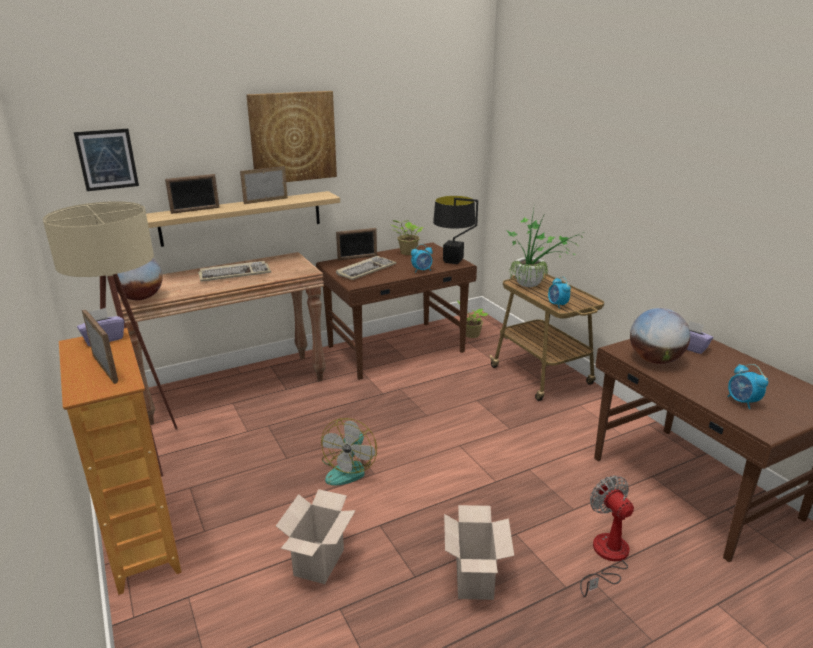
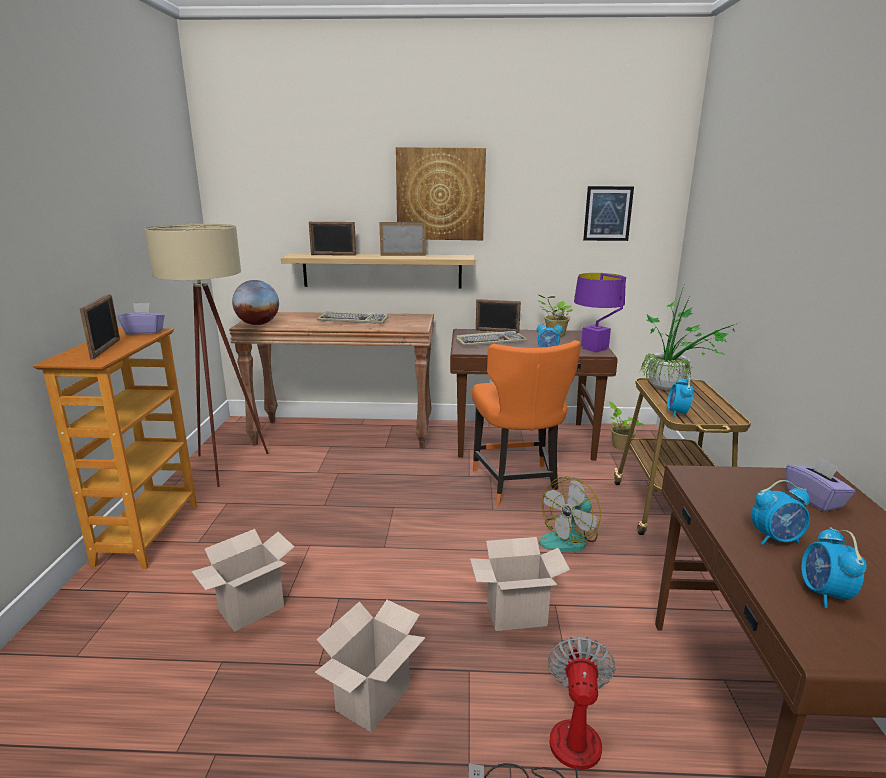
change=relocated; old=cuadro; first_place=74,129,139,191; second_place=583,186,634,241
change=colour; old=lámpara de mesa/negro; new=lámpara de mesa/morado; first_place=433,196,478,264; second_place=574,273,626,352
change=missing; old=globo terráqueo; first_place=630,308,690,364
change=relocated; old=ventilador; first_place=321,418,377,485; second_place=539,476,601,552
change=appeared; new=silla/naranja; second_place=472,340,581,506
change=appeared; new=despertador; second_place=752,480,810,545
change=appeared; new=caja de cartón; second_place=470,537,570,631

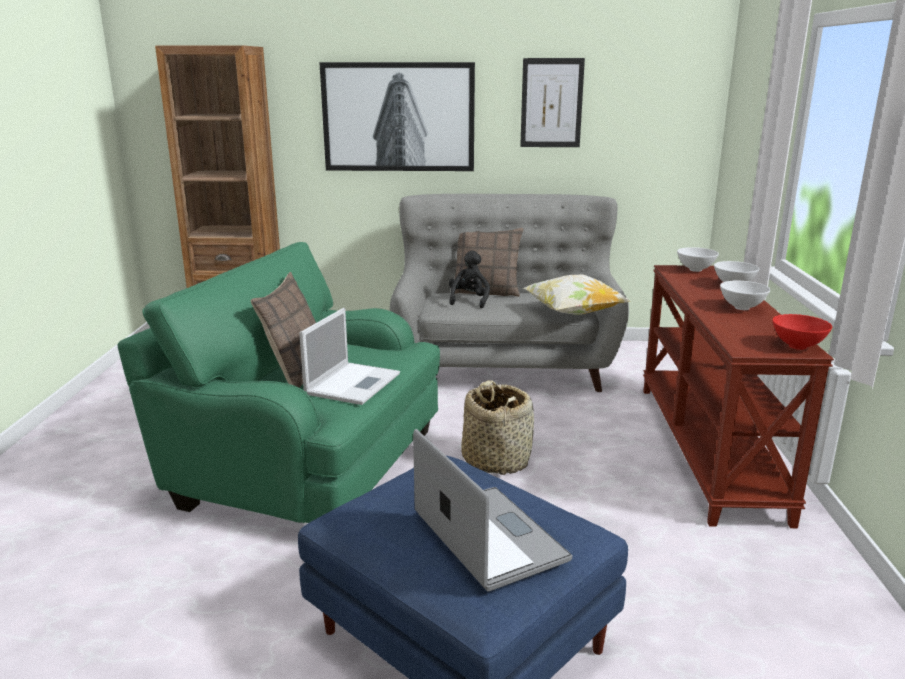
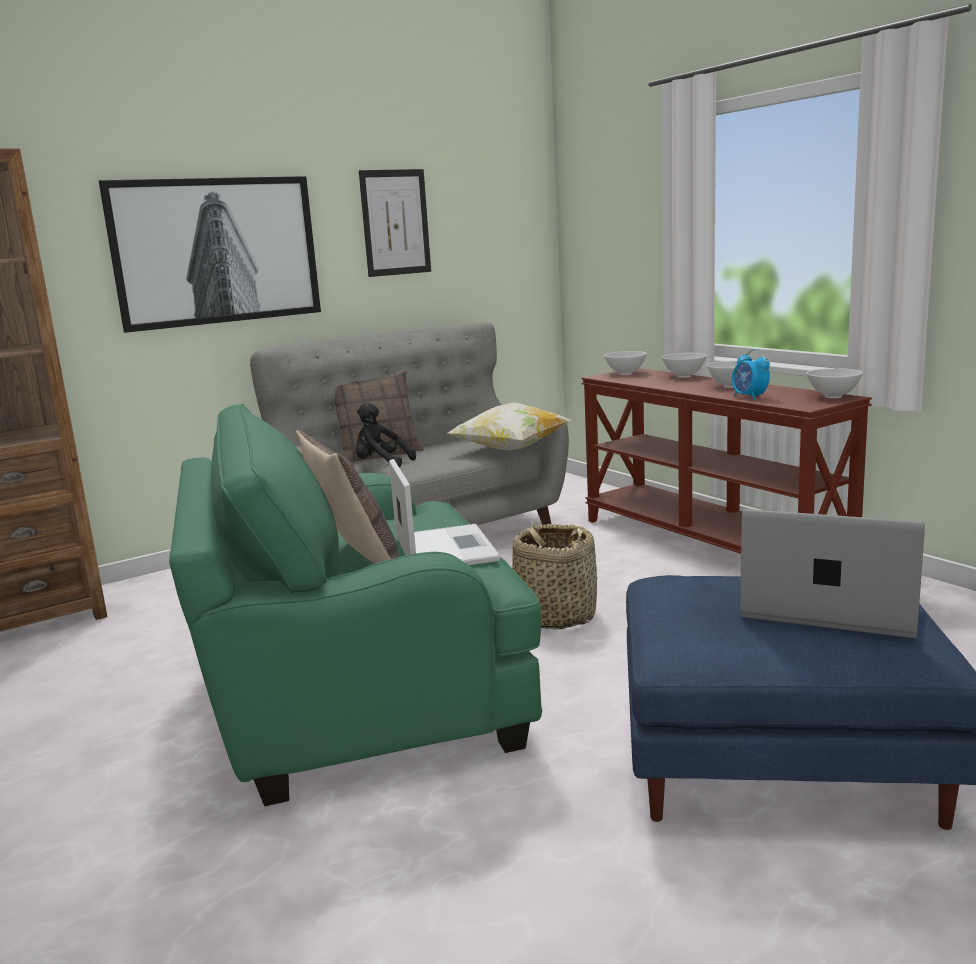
change=spun; old=peluche/negro; first_place=449,250,490,308; second_place=356,403,416,468; degrees=-45
change=colour; old=cuenco/rojo; new=cuenco/blanco; first_place=772,314,832,350; second_place=807,368,863,398
change=appeared; new=despertador; second_place=732,349,770,400

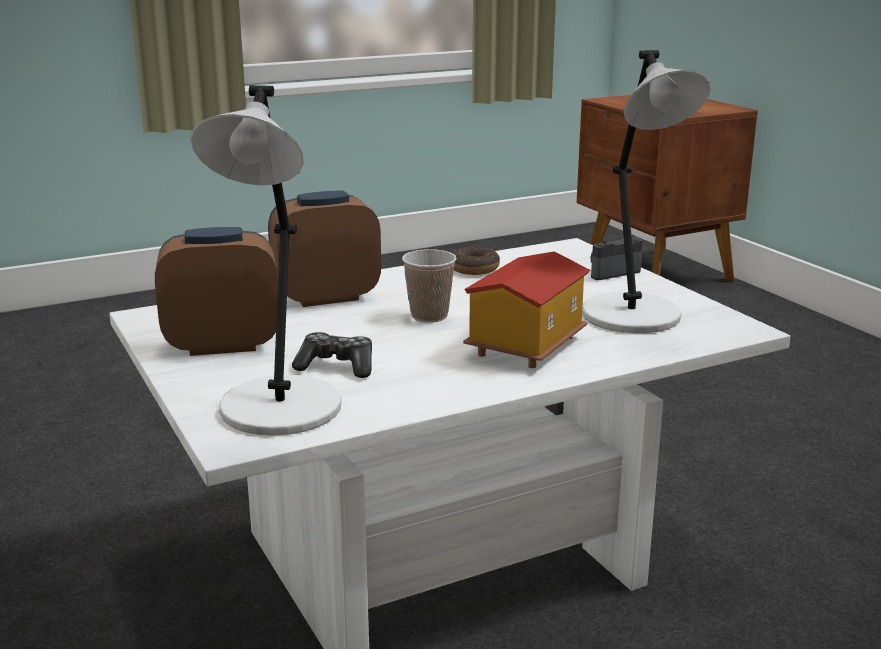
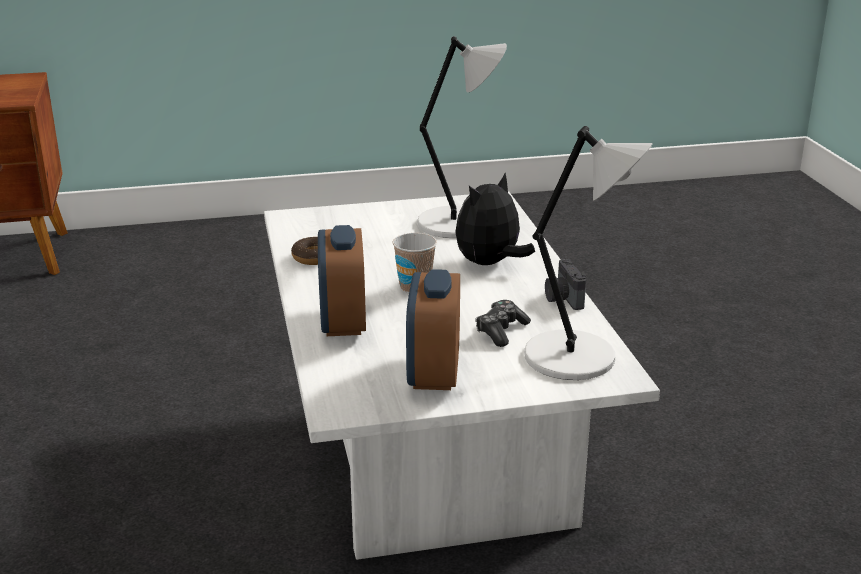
change=relocated; old=cámara; first_place=590,237,643,280; second_place=545,259,586,310
change=exchanged; old=casita; new=peluche; first_place=463,251,591,368; second_place=455,173,535,265

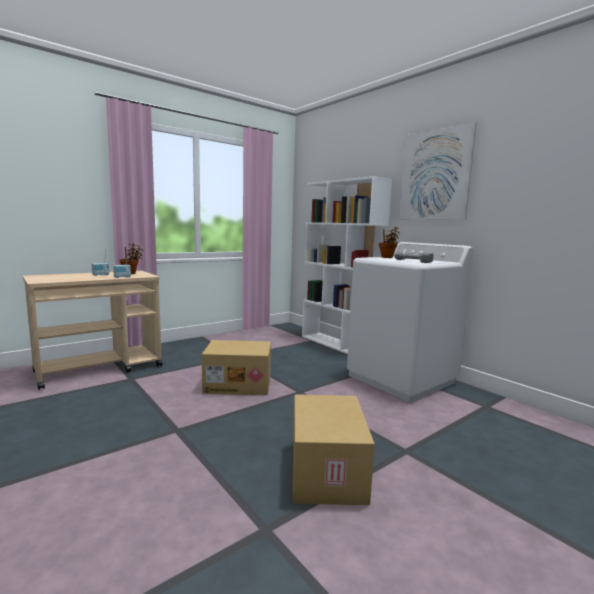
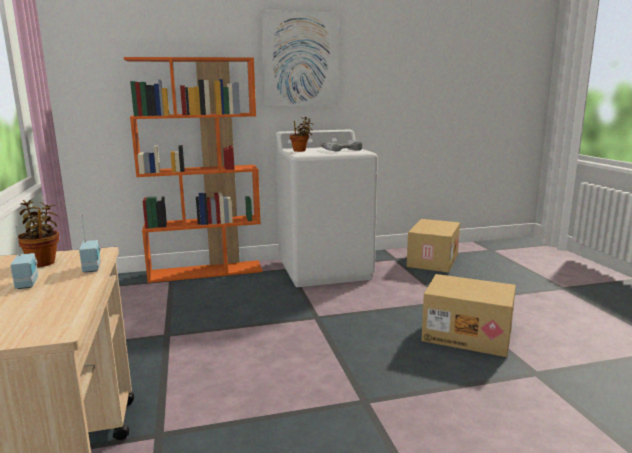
change=colour; old=estantería/blanco; new=estantería/naranja; first_place=302,176,392,354; second_place=124,57,263,283
change=relocated; old=caja de cartón; first_place=202,340,271,395; second_place=407,219,460,272

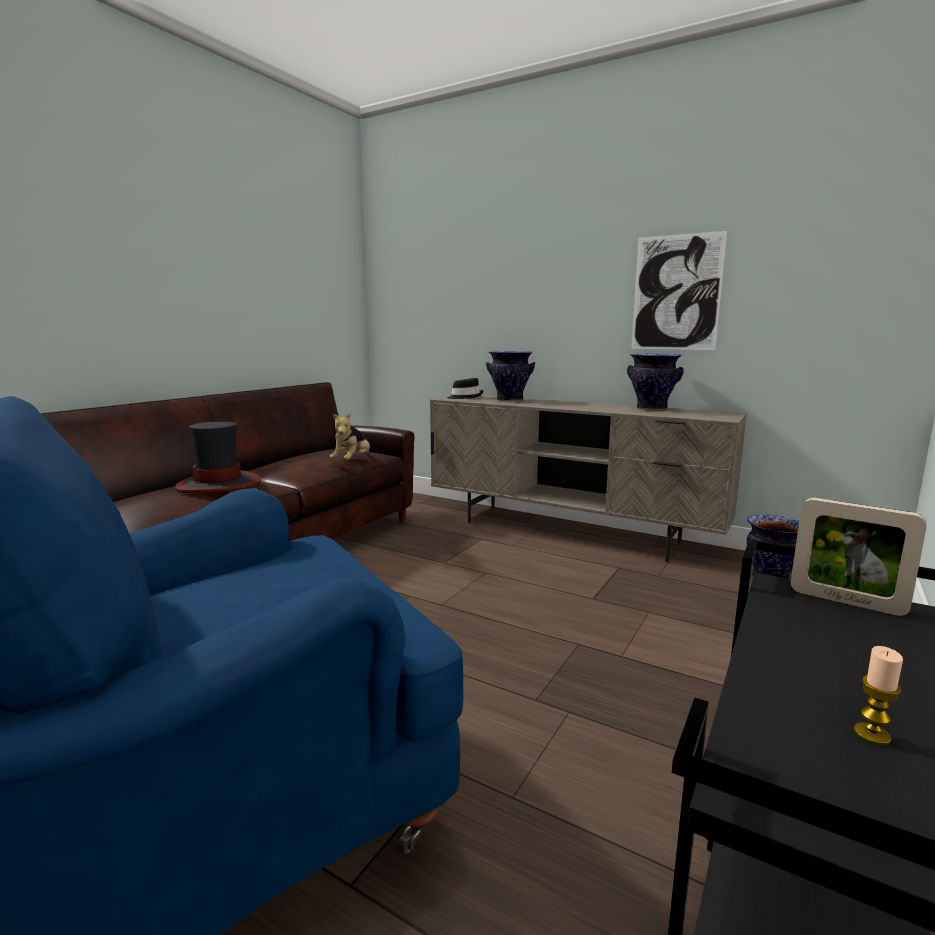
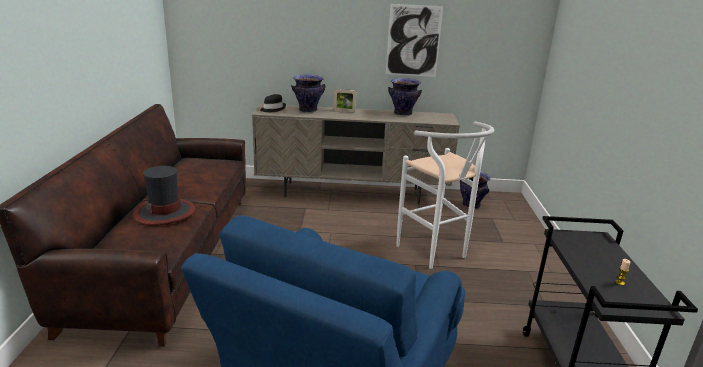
change=missing; old=peluche; first_place=330,412,370,460
change=relocated; old=portarretratos; first_place=791,498,927,616; second_place=334,89,356,112
change=appeared; new=taburete/blanco; second_place=396,122,494,269

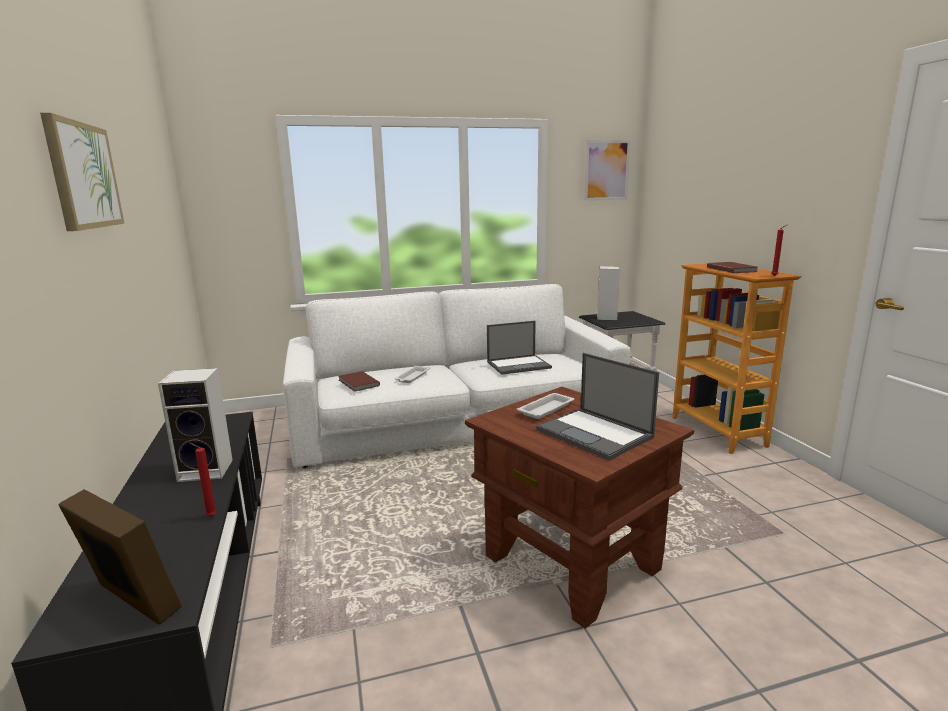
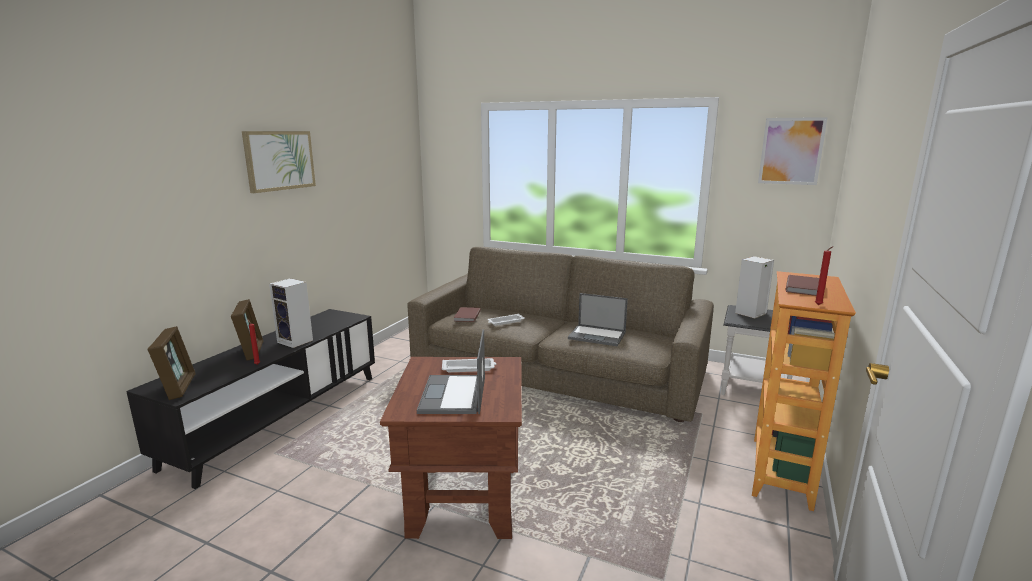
change=colour; old=sofá/blanco; new=sofá/marrón; first_place=283,284,631,469; second_place=407,247,714,422
change=appeared; new=portarretratos; second_place=231,299,263,361

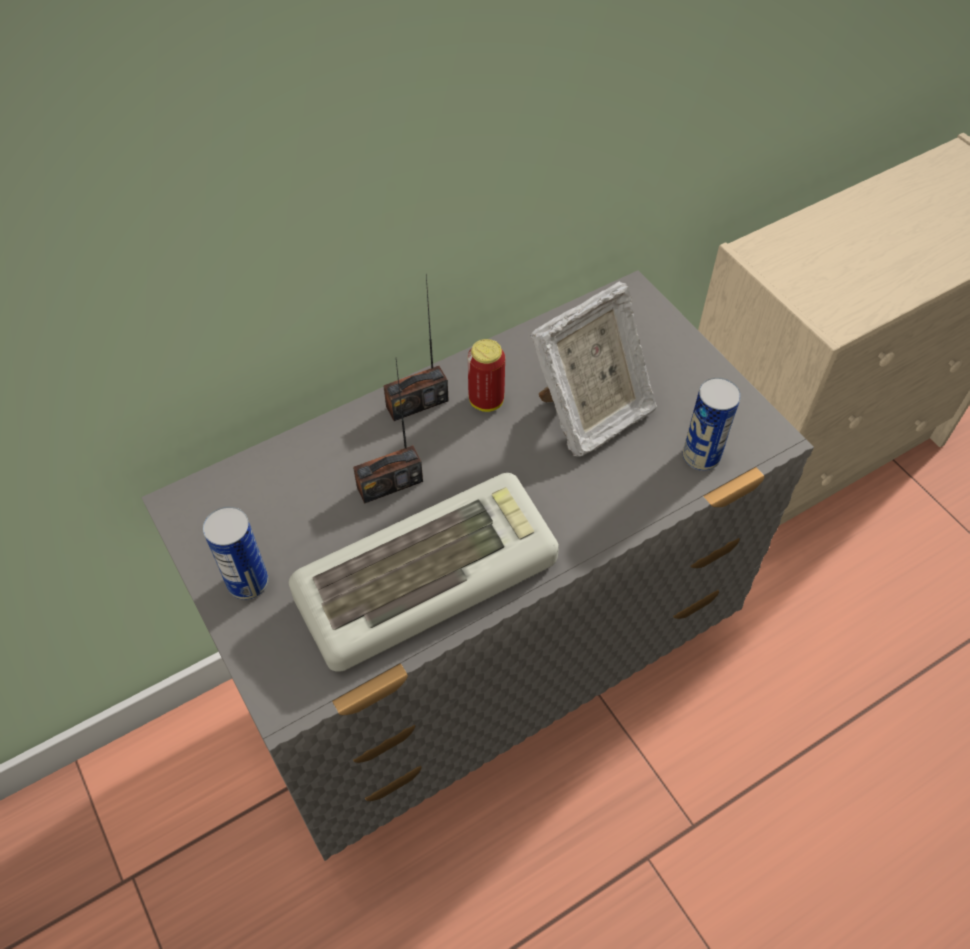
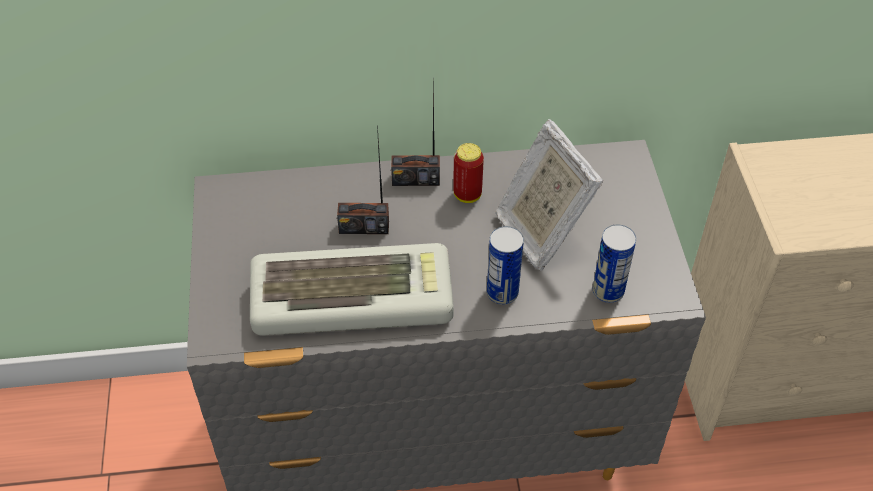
change=spun; old=portarretratos; first_place=530,281,657,456; second_place=495,119,603,271; degrees=75
change=relocated; old=lata; first_place=203,507,268,600; second_place=487,226,524,305

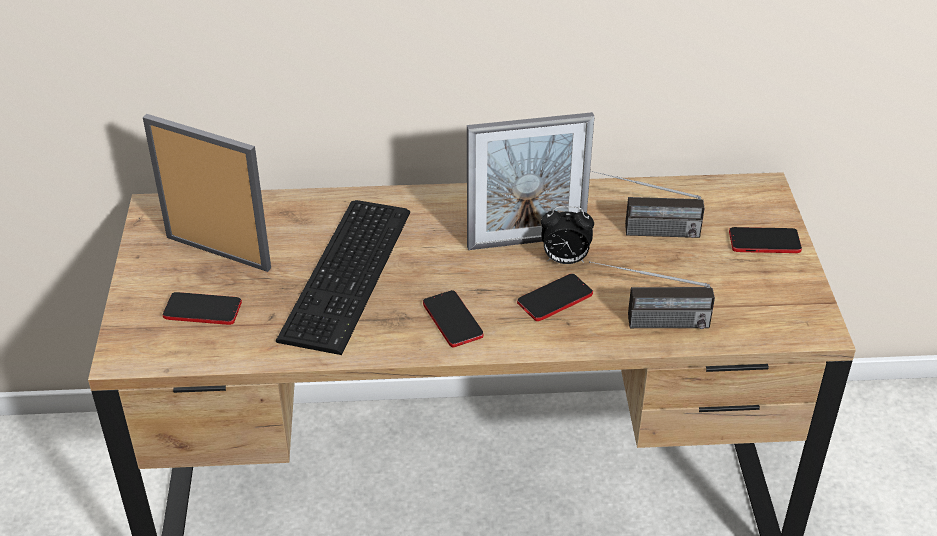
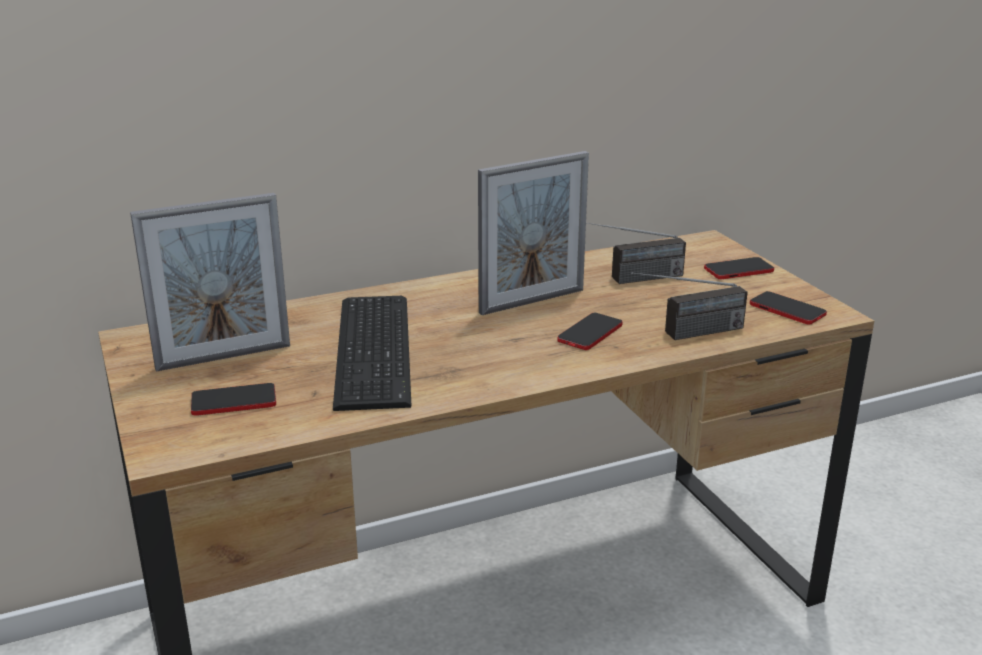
change=spun; old=portarretratos; first_place=143,114,271,272; second_place=130,193,290,372; degrees=150
change=missing; old=despertador; first_place=541,206,594,264
change=relocated; old=móvil; first_place=423,290,483,347; second_place=750,291,827,325

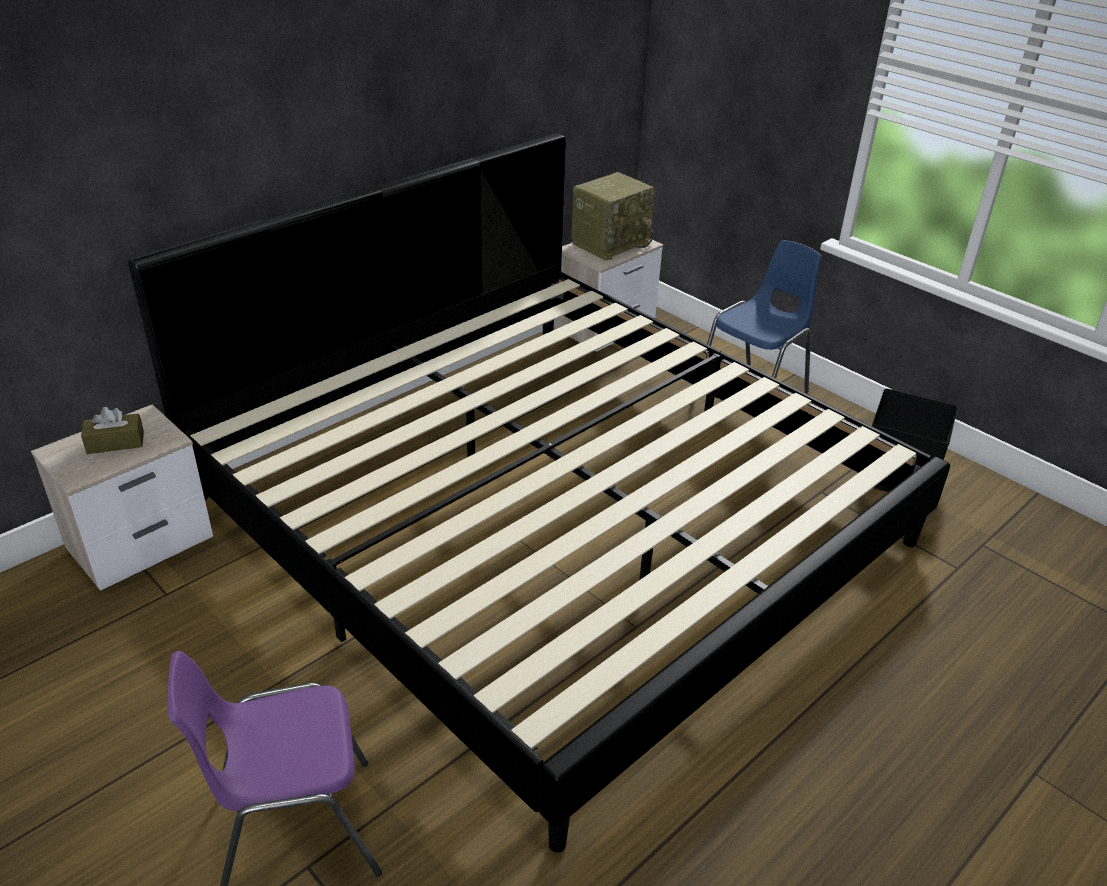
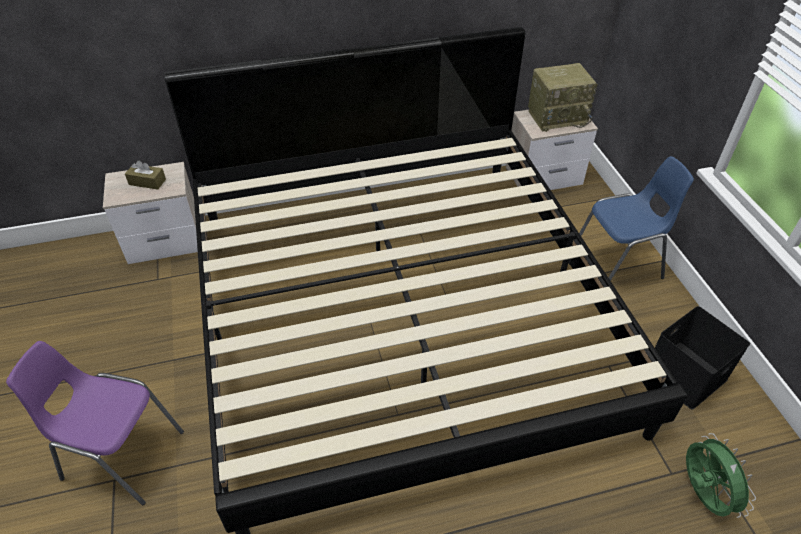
change=appeared; new=ventilador/verde; second_place=686,433,756,518

